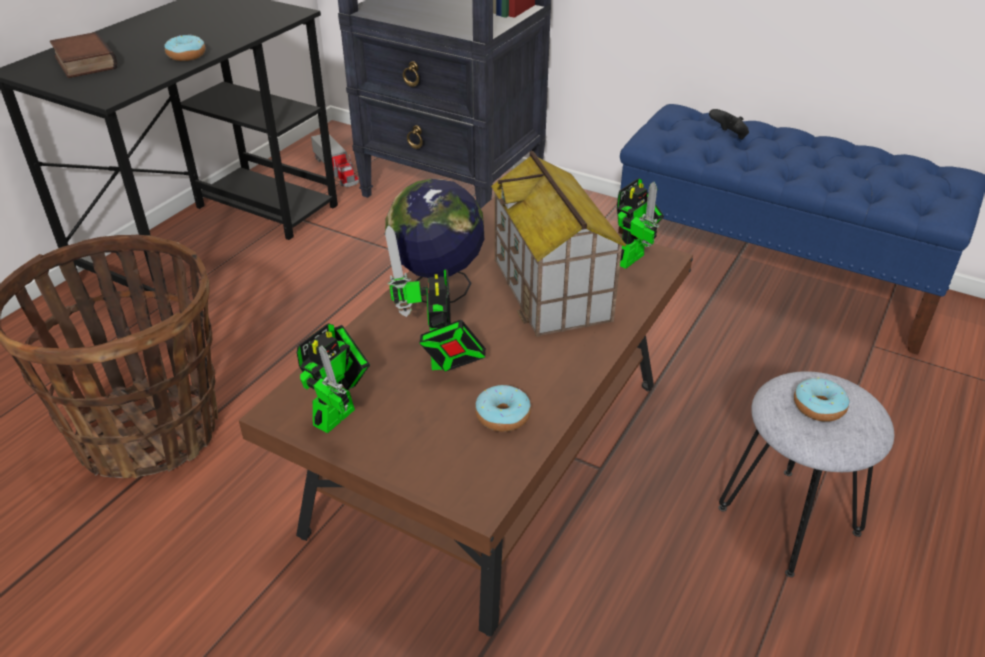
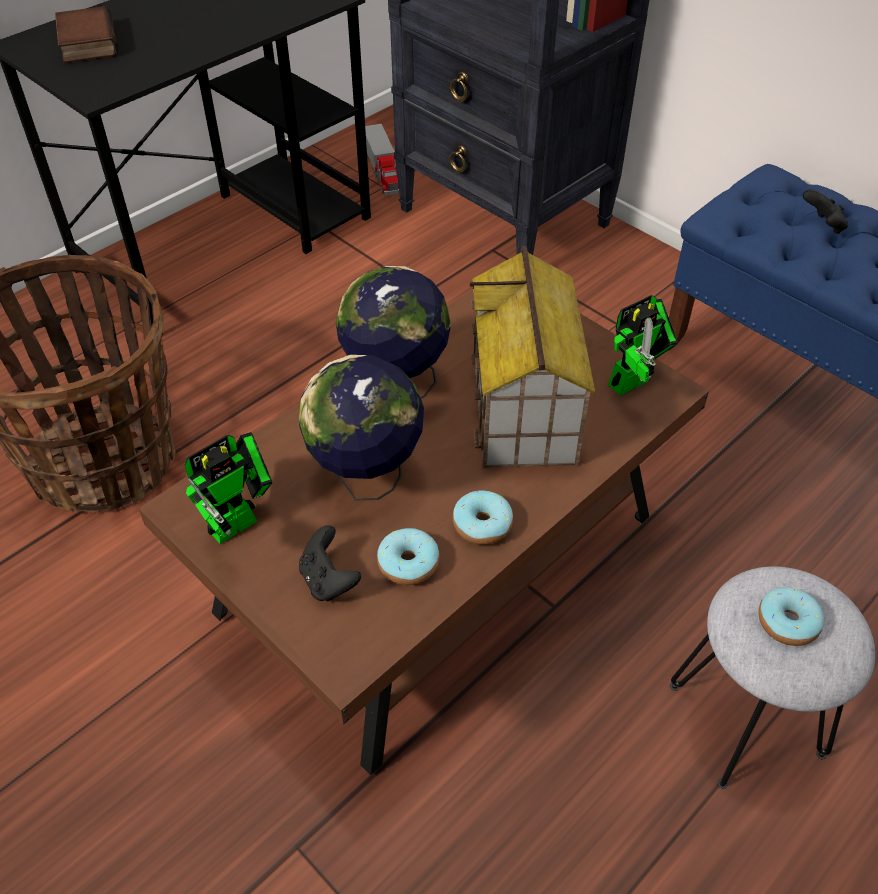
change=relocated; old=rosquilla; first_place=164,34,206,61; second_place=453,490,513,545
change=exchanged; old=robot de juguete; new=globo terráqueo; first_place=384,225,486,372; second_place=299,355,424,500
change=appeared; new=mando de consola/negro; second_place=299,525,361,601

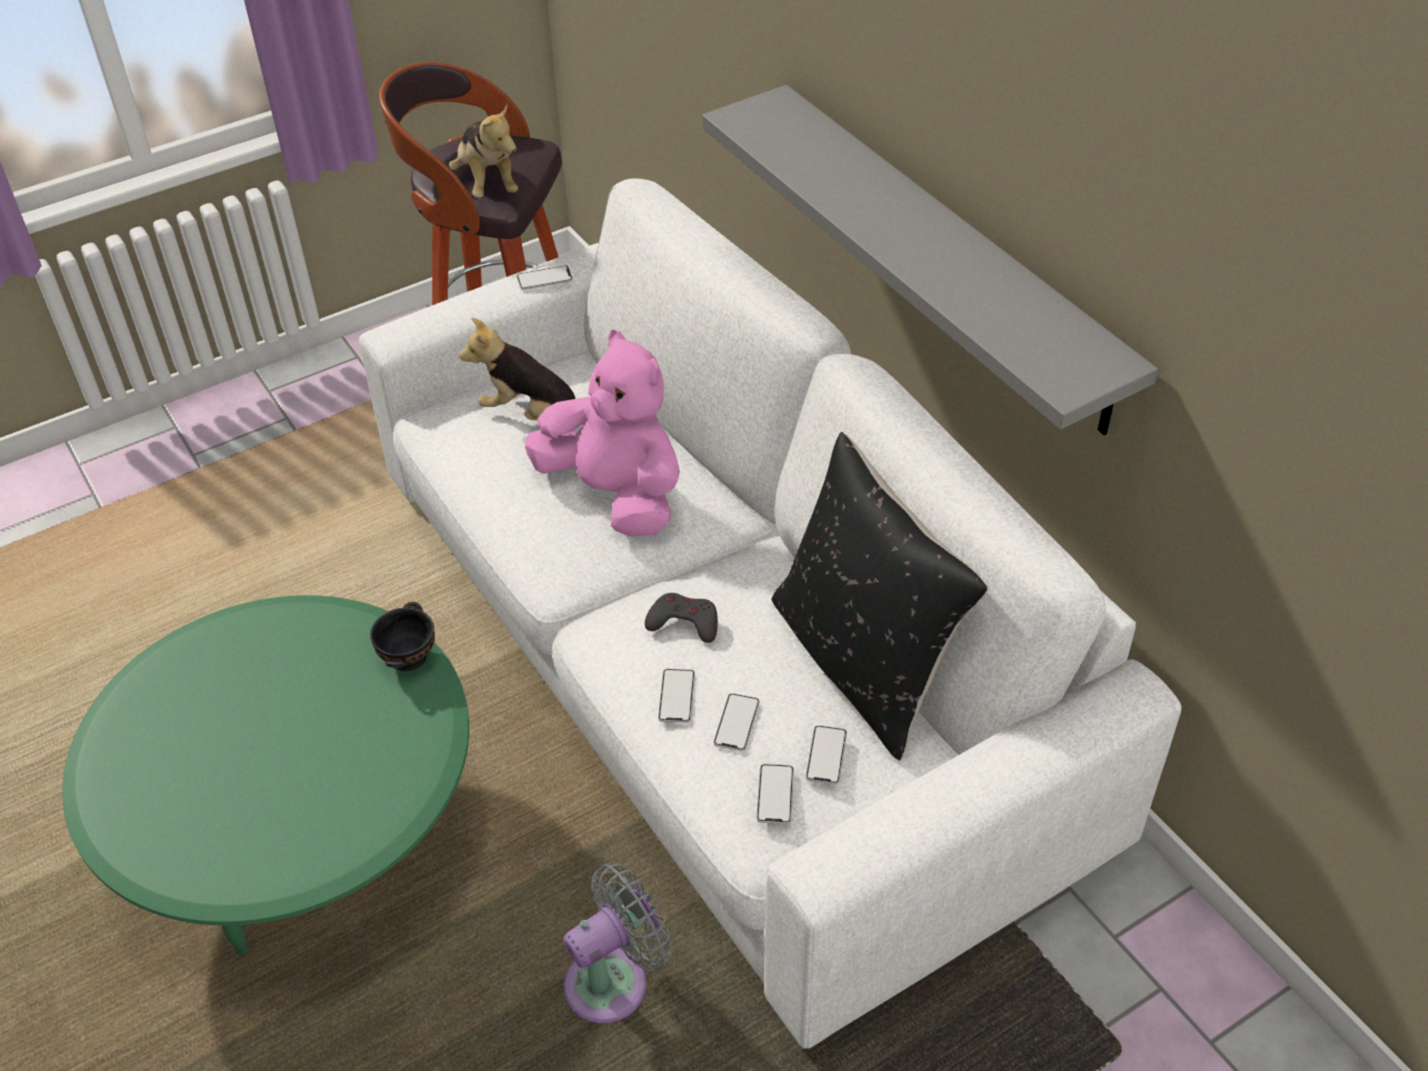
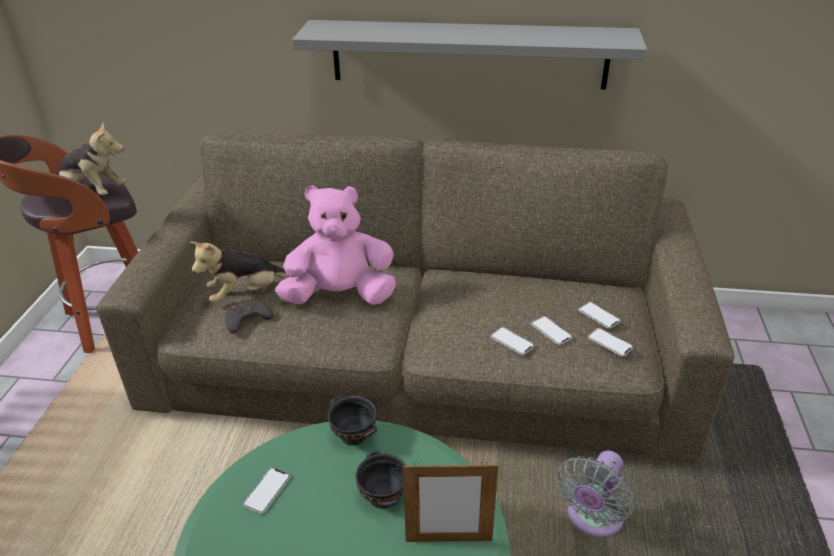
change=colour; old=sofá/blanco; new=sofá/marrón; first_place=359,178,1181,1049; second_place=96,133,734,463
change=relocated; old=móvil; first_place=517,265,573,290; second_place=242,467,291,514
change=missing; old=cojín/negro; first_place=772,432,988,761
change=relocated; old=mando de consola/gris; first_place=645,593,718,643; second_place=225,300,274,334
change=spun; old=ventilador/gris; first_place=563,862,672,1024; second_place=556,450,634,537; degrees=-150
change=appeared; new=cuenco/negro; second_place=356,450,406,509
change=appeared; new=portarretratos; second_place=403,462,498,542

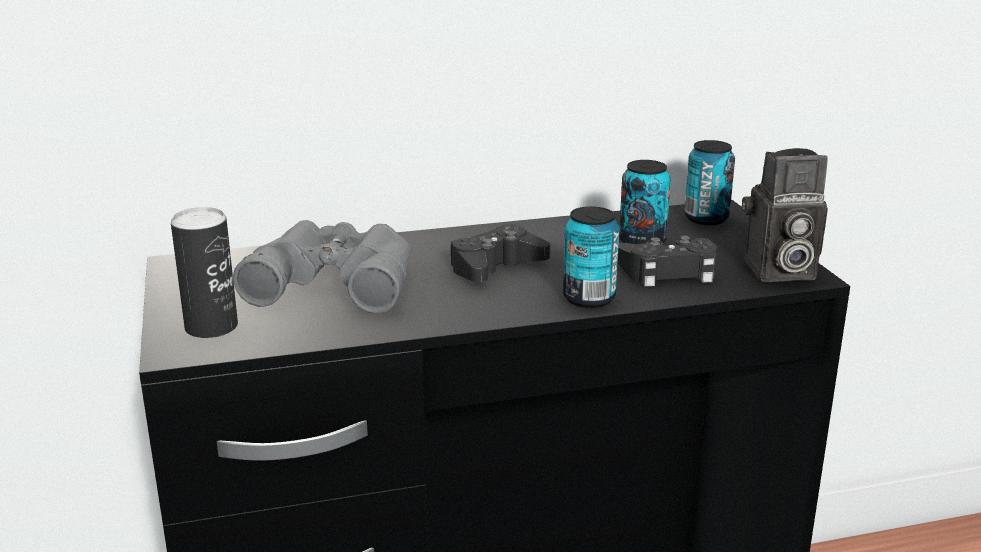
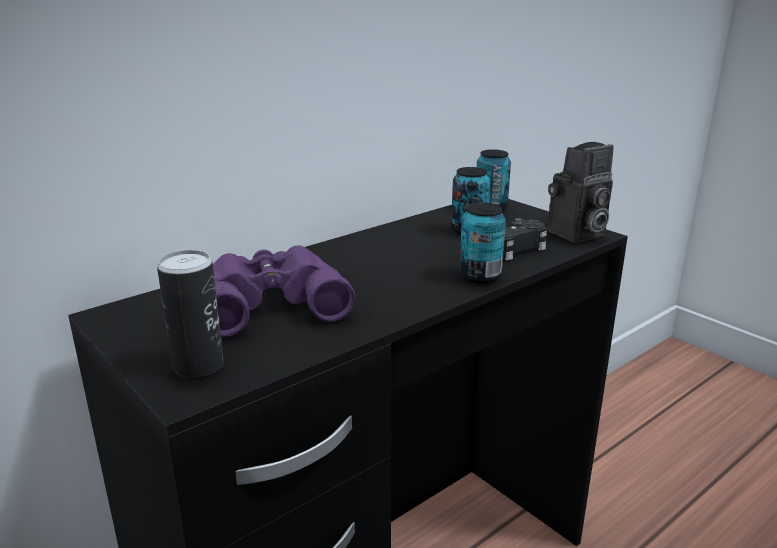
change=colour; old=prismáticos/gris; new=prismáticos/morado; first_place=233,220,411,313; second_place=213,245,355,337
change=missing; old=mando de consola/negro; first_place=451,225,550,282

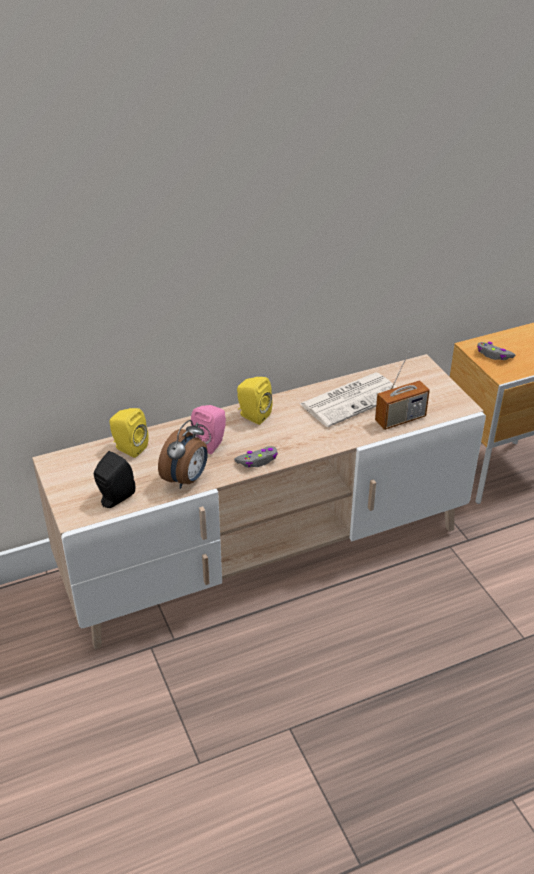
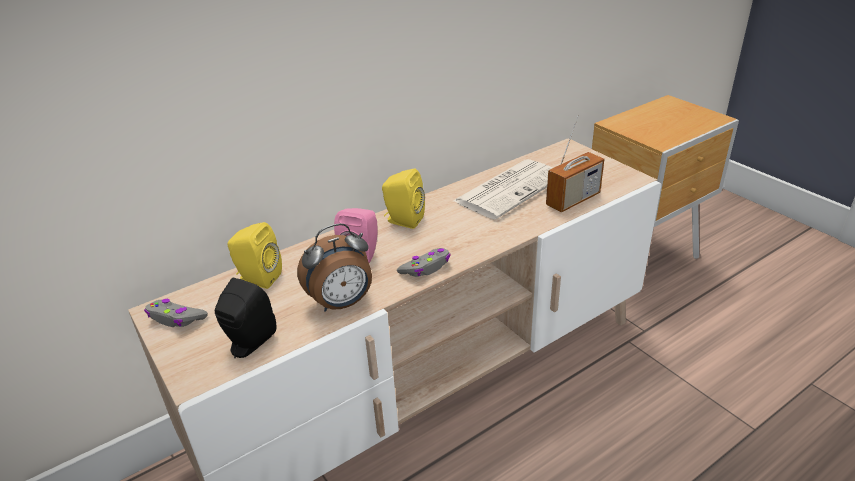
change=relocated; old=mando de consola/gris; first_place=477,342,515,360; second_place=144,299,208,327
change=spun; old=despertador; first_place=158,420,208,489; second_place=297,223,372,312; degrees=45

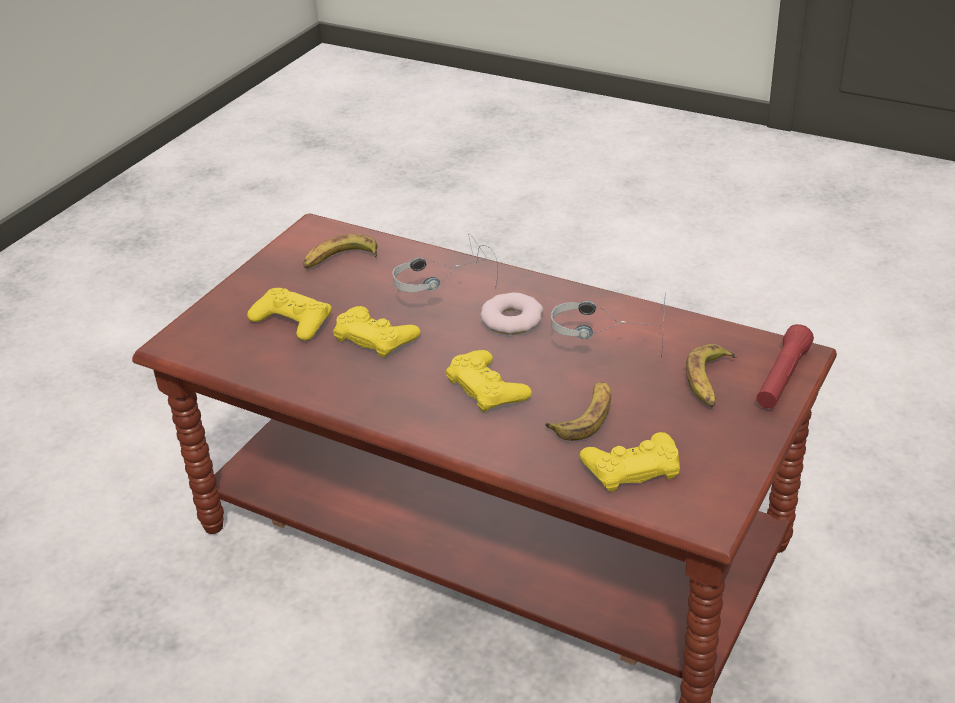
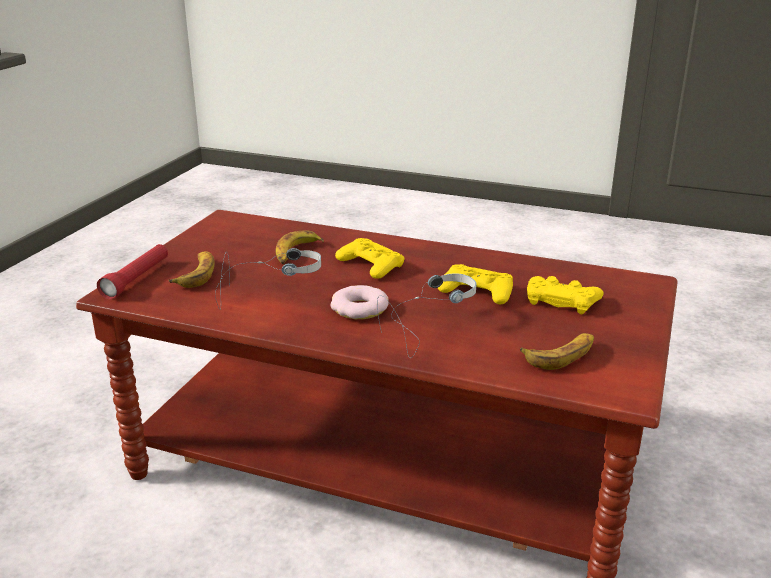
change=missing; old=mando de consola/amarillo; first_place=580,432,680,492

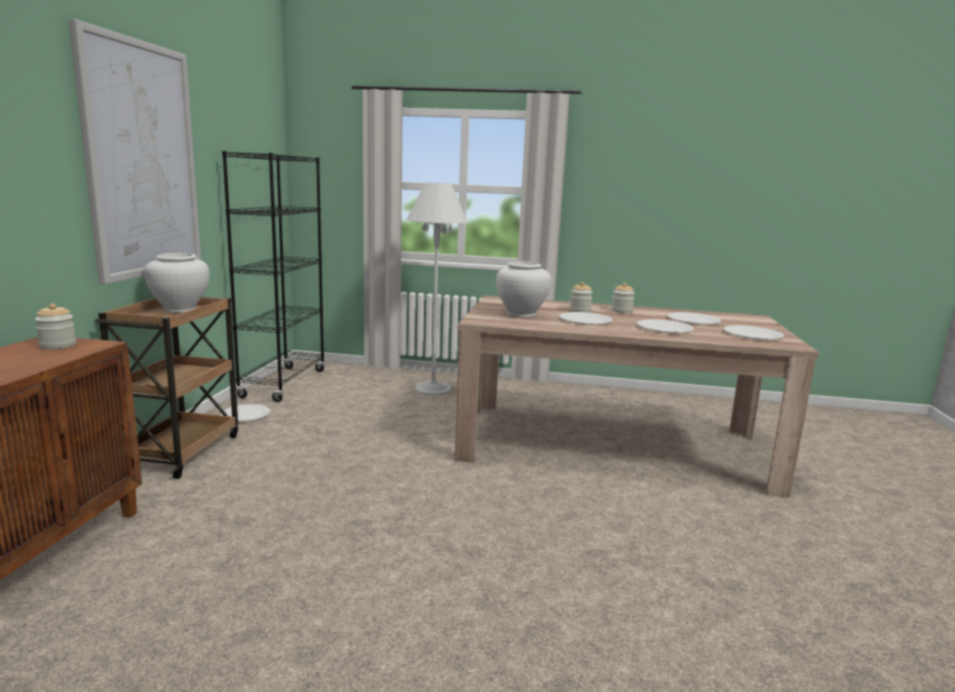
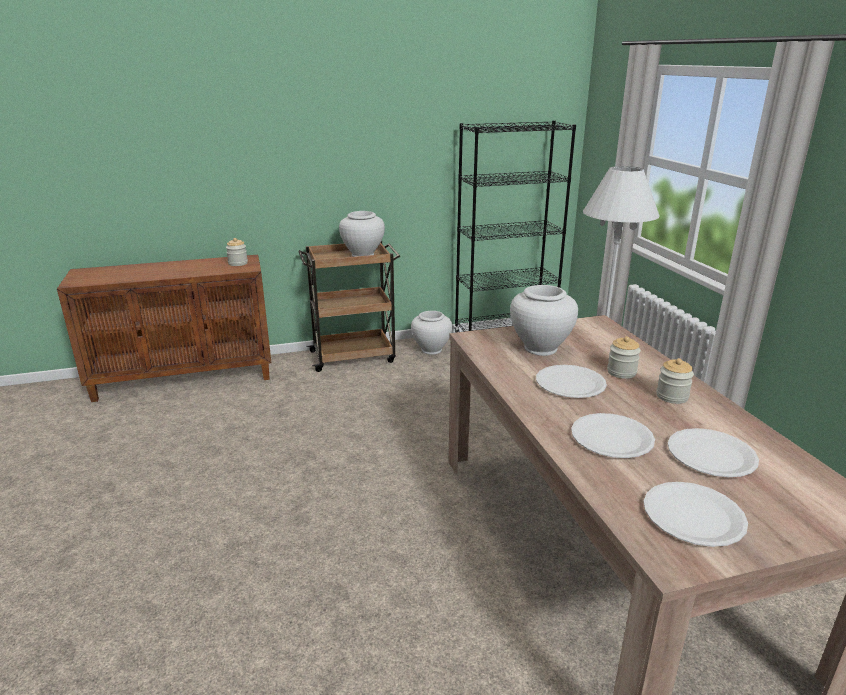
change=missing; old=cuadro; first_place=68,19,201,284
change=exchanged; old=plato/blanco; new=florero/blanco; first_place=221,404,270,421; second_place=411,311,452,355

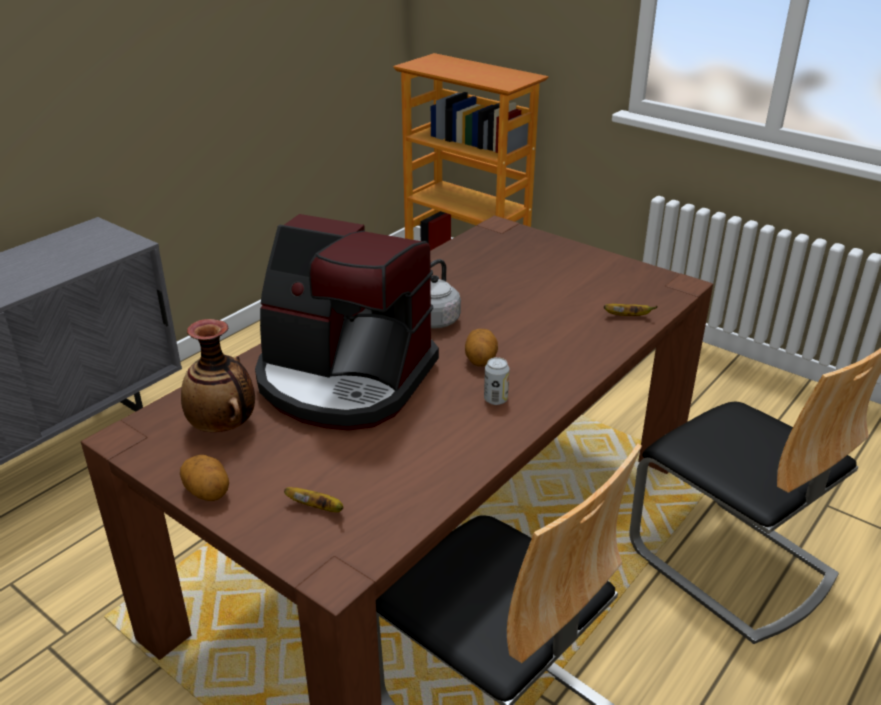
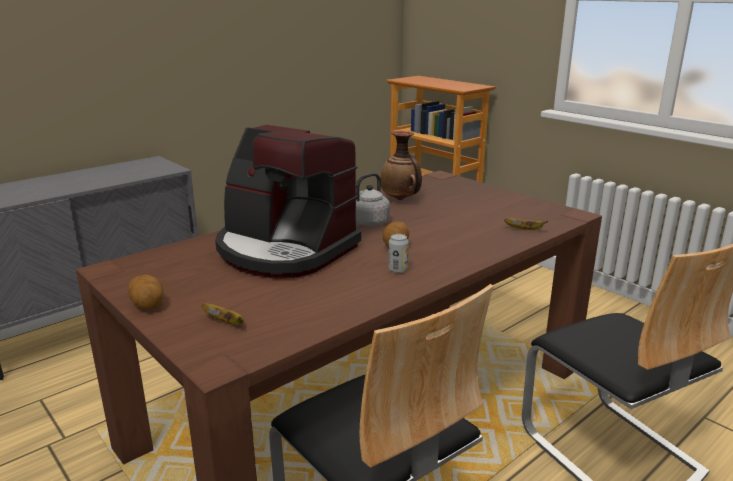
change=relocated; old=florero; first_place=181,319,255,432; second_place=380,131,422,200

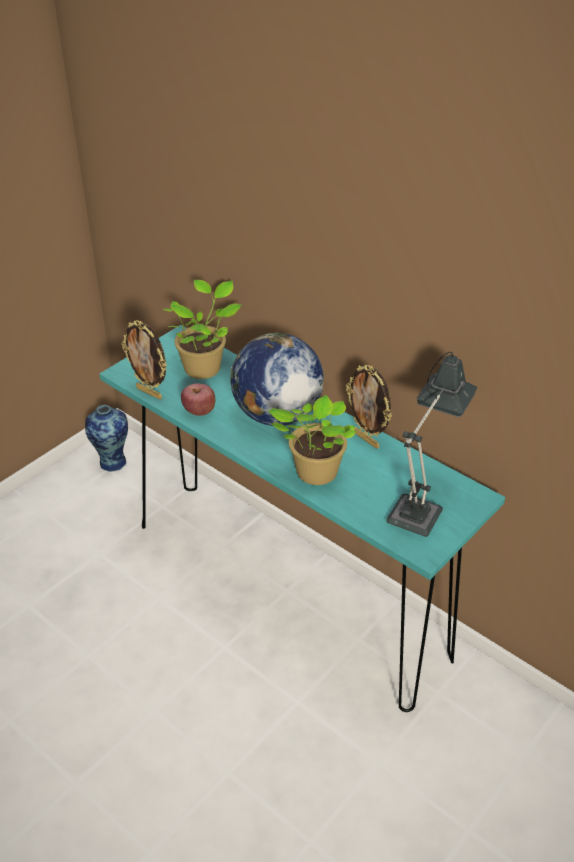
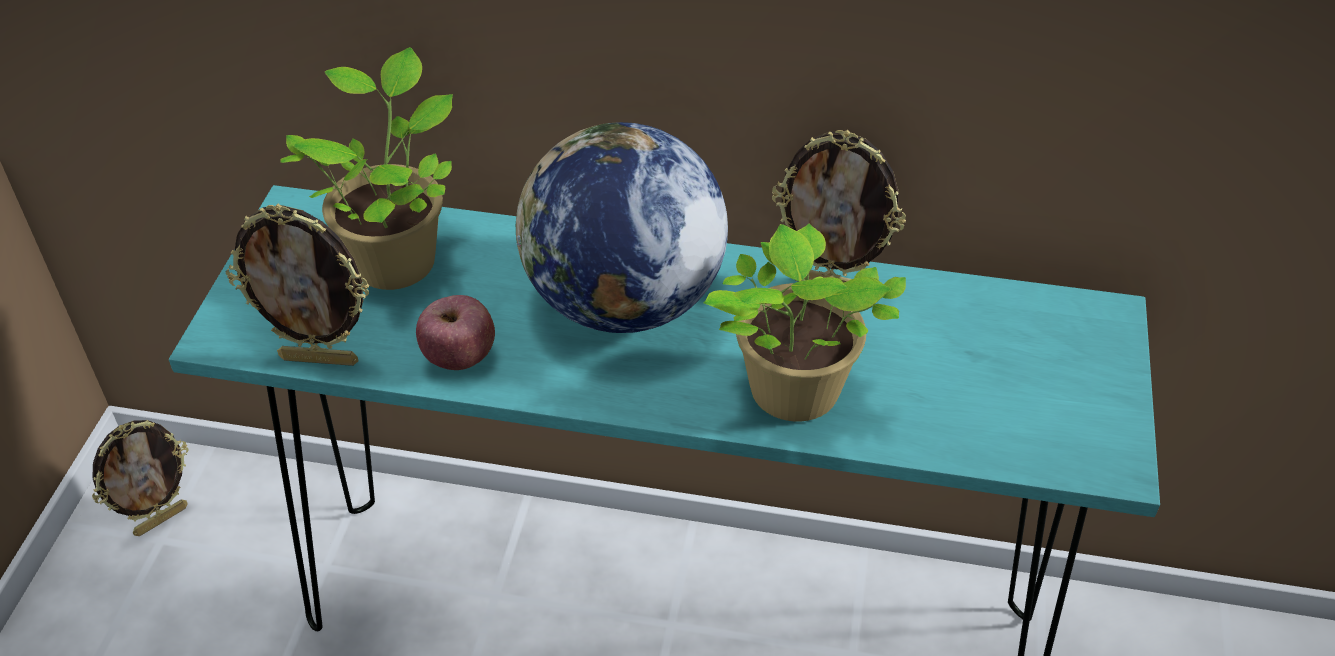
change=missing; old=lámpara de mesa; first_place=386,352,477,537
change=exchanged; old=florero; new=portarretratos; first_place=85,405,128,472; second_place=92,420,189,536

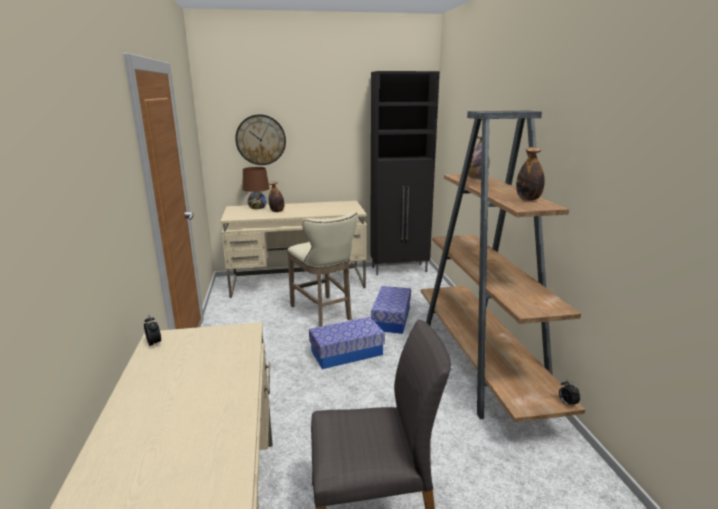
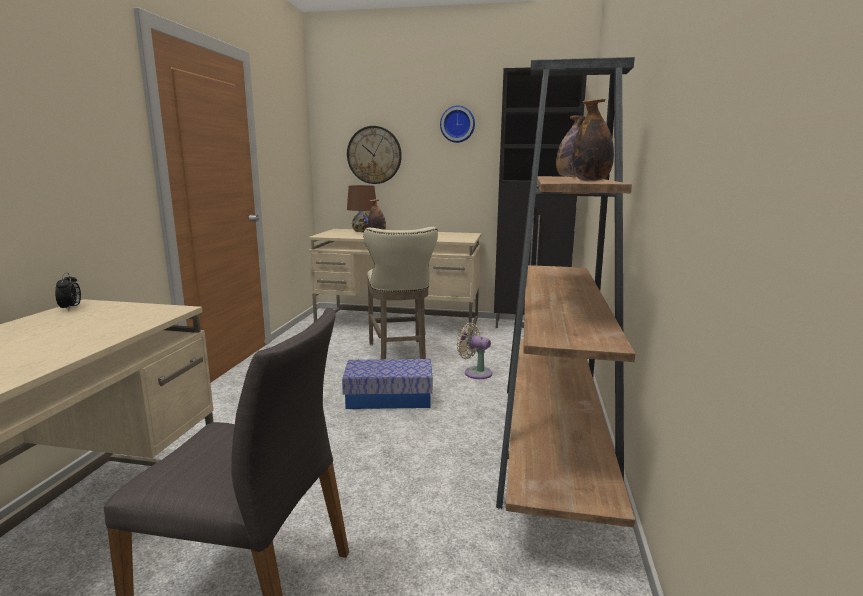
change=exchanged; old=caja de almacenaje; new=ventilador/beis; first_place=371,286,411,334; second_place=456,322,492,379
change=missing; old=despertador; first_place=559,380,580,407
change=appeared; new=reloj de pared; second_place=440,106,475,143

